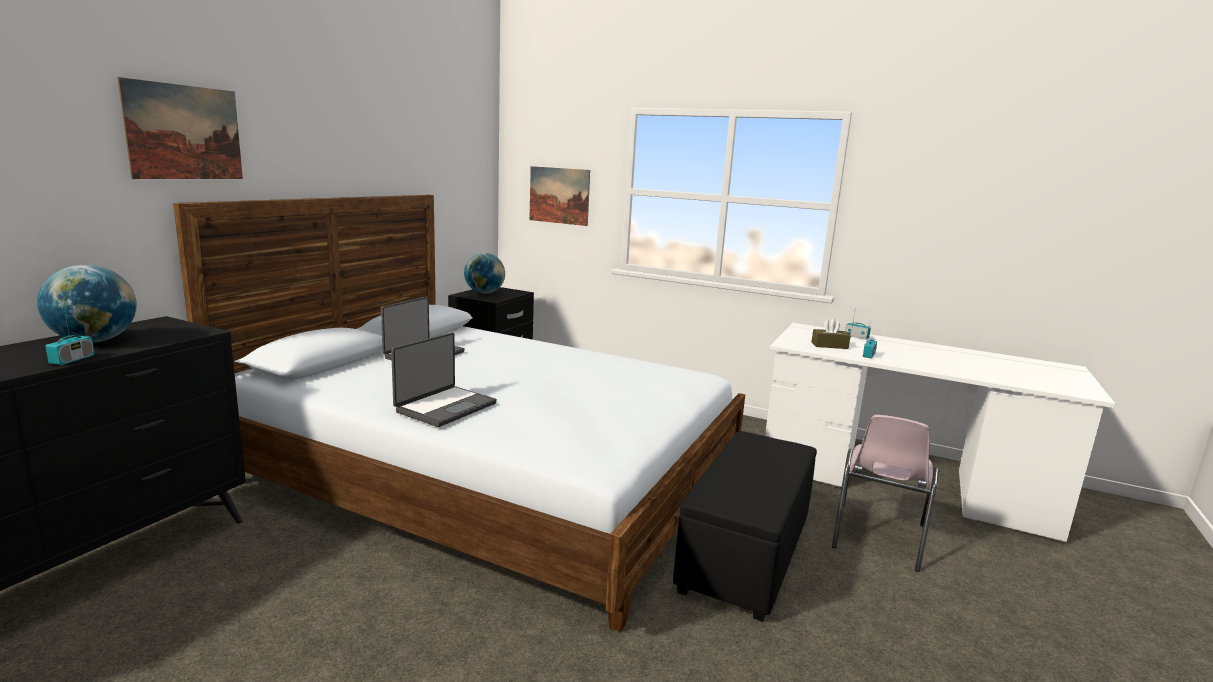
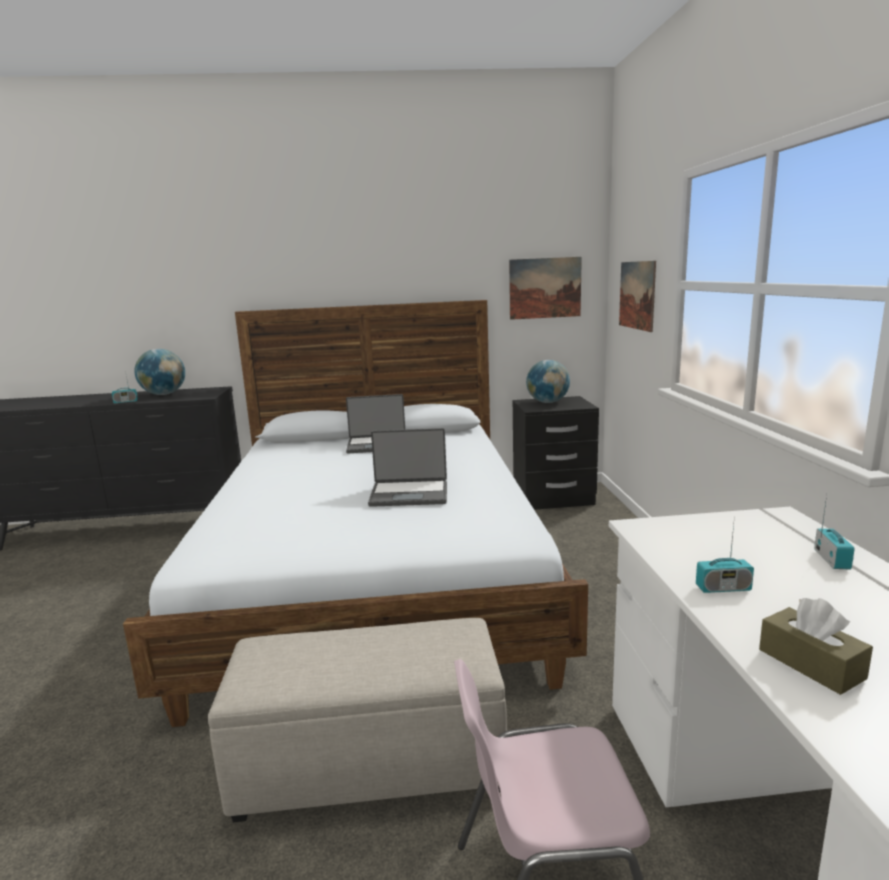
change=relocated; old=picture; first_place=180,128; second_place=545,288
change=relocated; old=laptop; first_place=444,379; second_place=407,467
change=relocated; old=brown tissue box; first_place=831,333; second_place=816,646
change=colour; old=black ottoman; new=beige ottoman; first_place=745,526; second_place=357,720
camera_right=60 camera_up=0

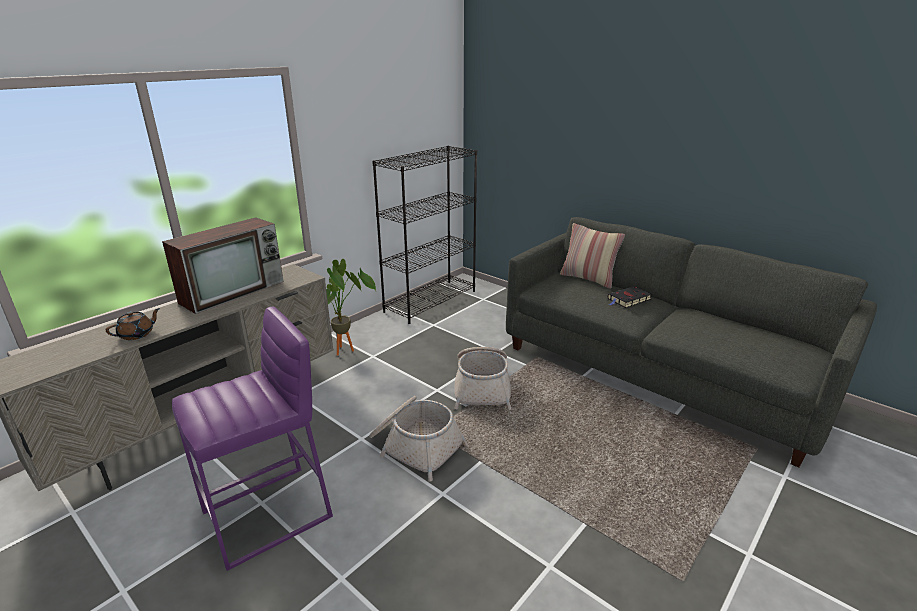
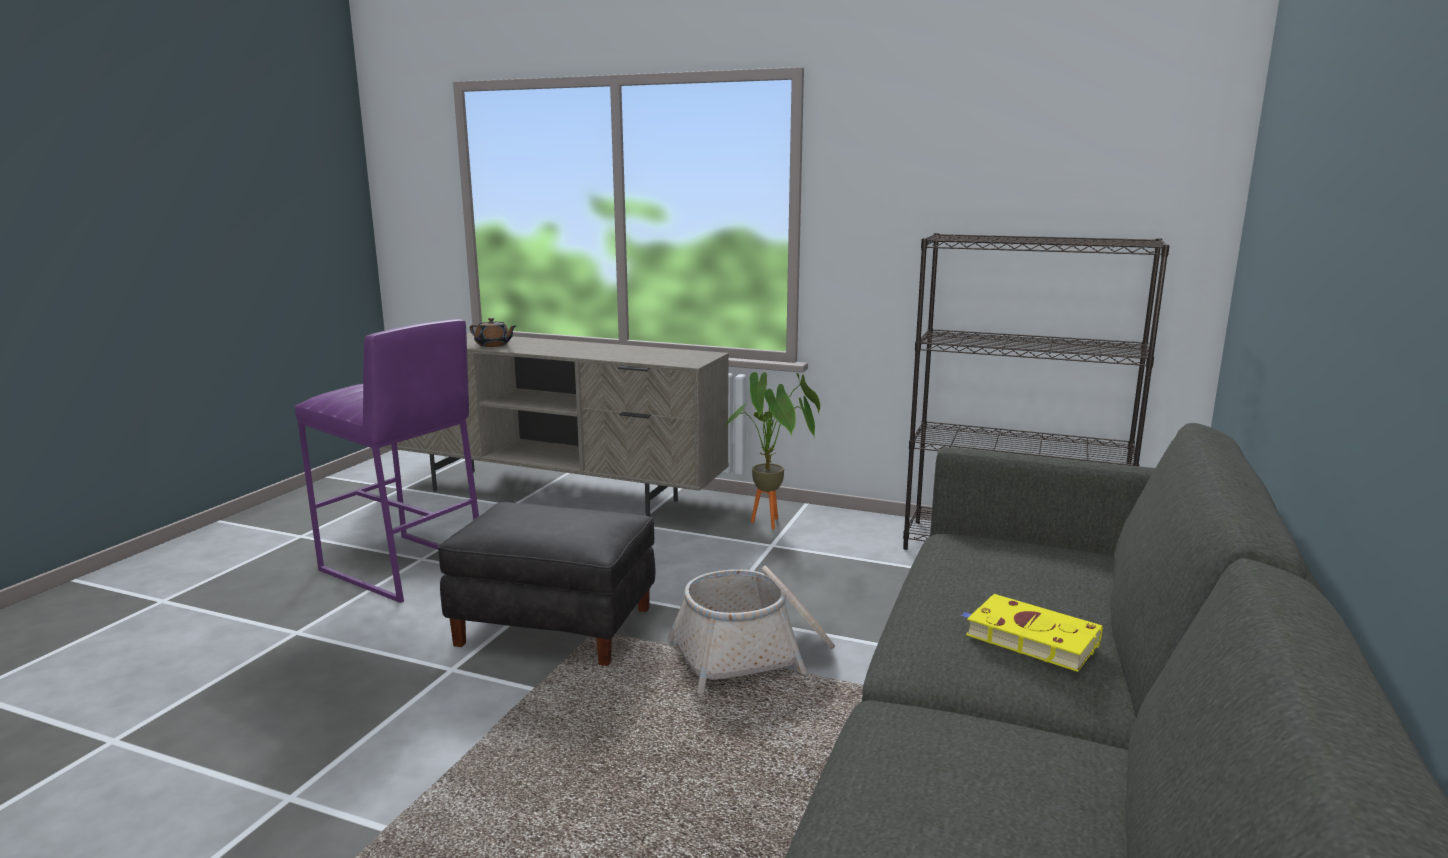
change=missing; old=television; first_place=223,265
change=missing; old=pillow; first_place=592,256
change=exchanged; old=basket; new=black ottoman; first_place=418,439; second_place=546,584
change=colour; old=black book; new=yellow book; first_place=630,297; second_place=1031,633
camera_right=70 camera_up=-10

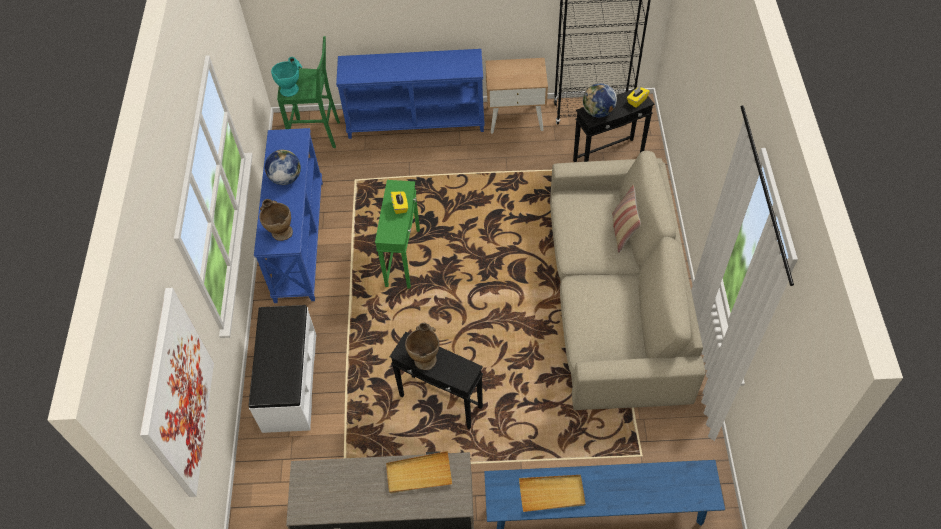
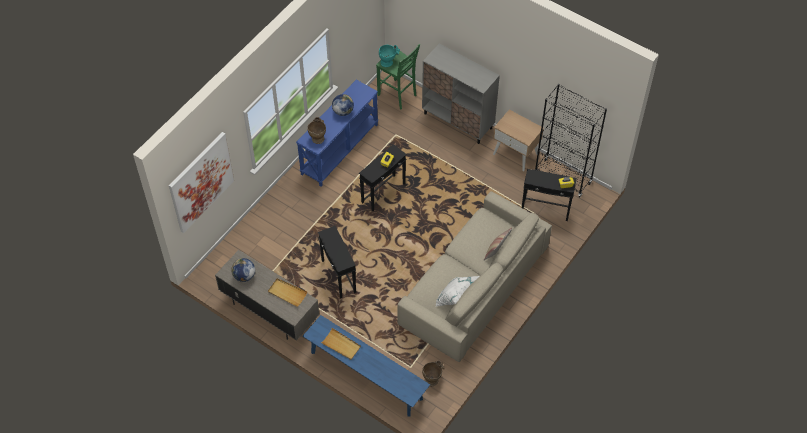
change=missing; old=white bench; first_place=282,369
change=appeared; new=white pillow; second_place=458,291
change=relocated; old=beige vase; first_place=422,346; second_place=433,374
change=relocated; old=globe; first_place=600,100; second_place=243,270
change=exchanged; old=blue console table; new=grey cabinet; first_place=410,94; second_place=461,94
change=colour; old=green side table; new=black side table; first_place=397,234; second_place=383,177
camera_right=35 camera_up=0

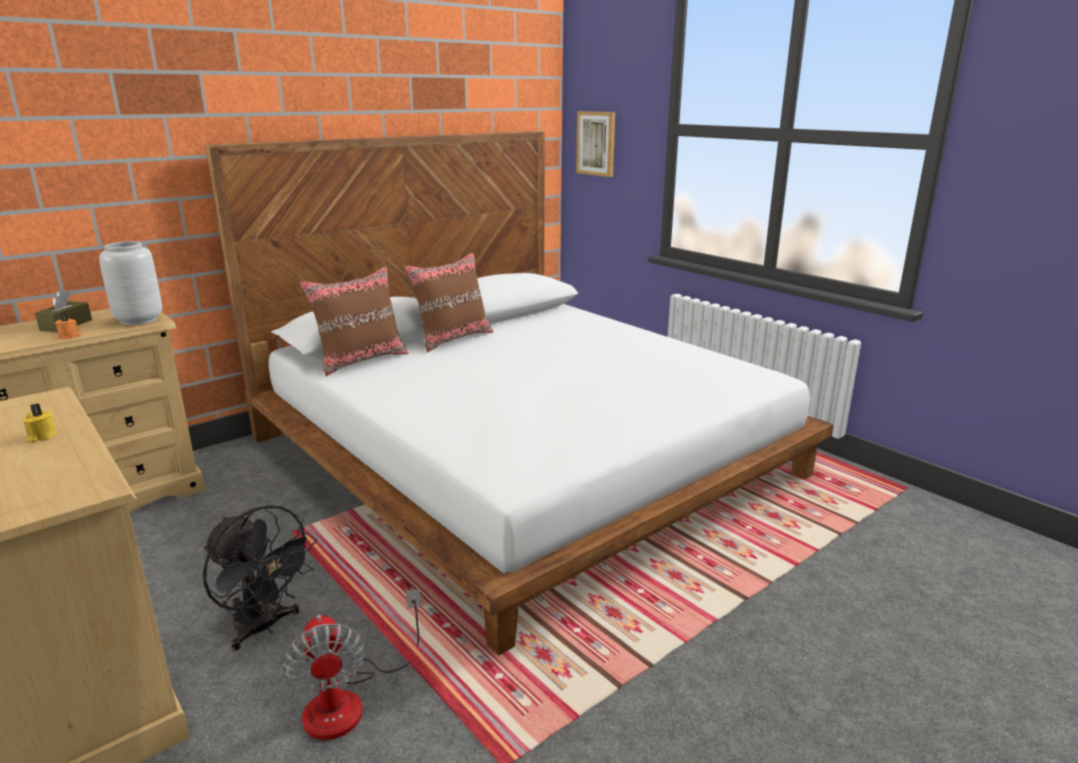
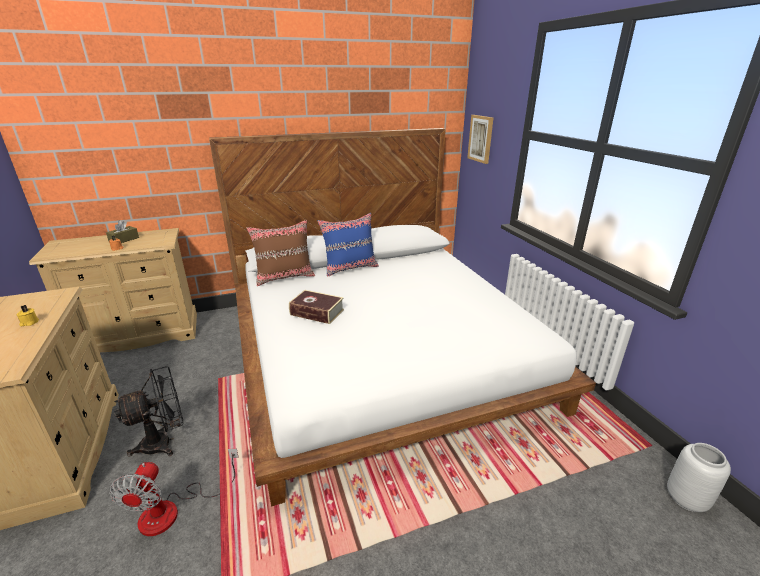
change=appeared; new=book; second_place=316,307
change=relocated; old=grey vase; first_place=130,283; second_place=699,477
change=colour; old=brown pillow; new=blue pillow; first_place=449,302; second_place=348,245
change=spun; old=black fan; first_place=260,578; second_place=148,411; degrees=-90
camera_right=20 camera_up=5

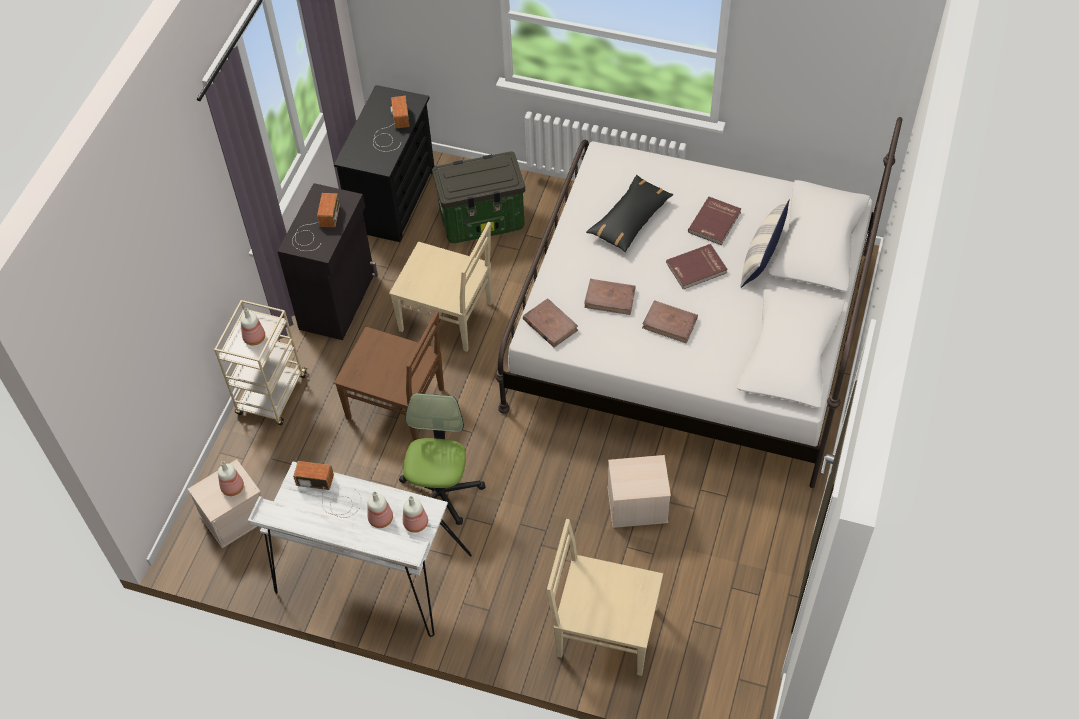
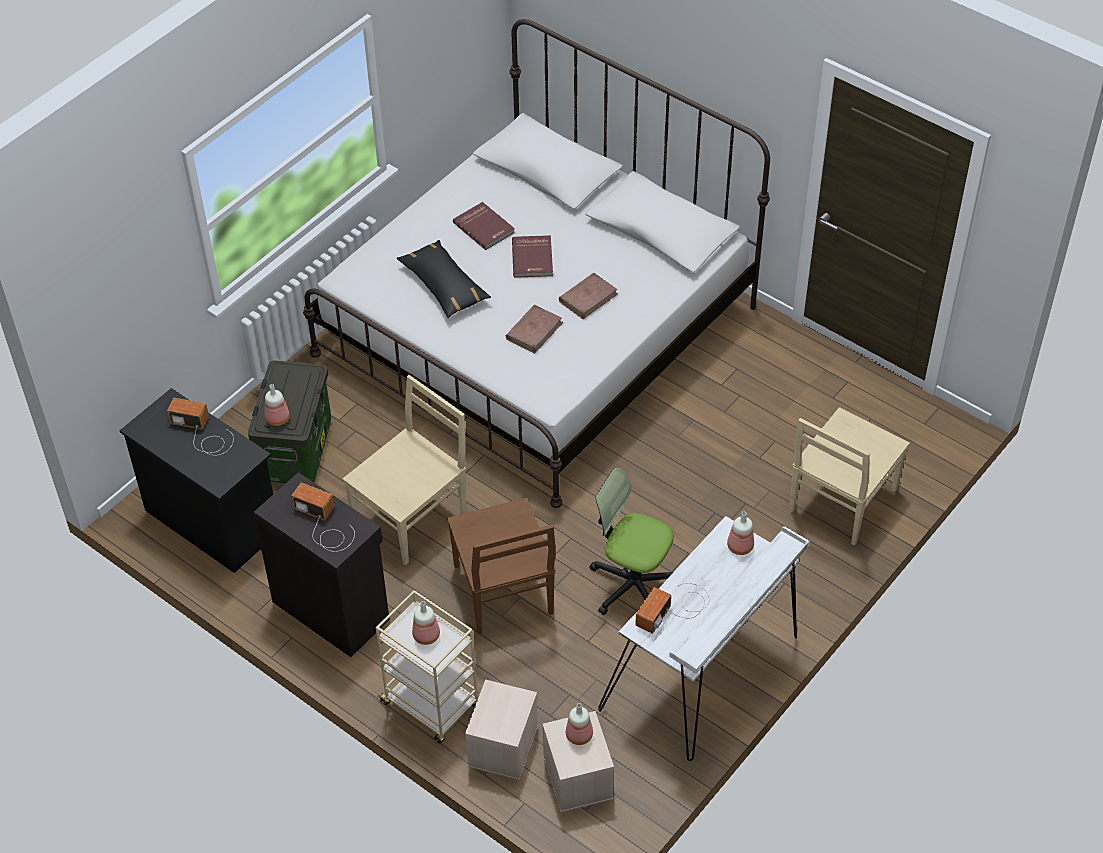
change=missing; old=brown book; first_place=550,322
change=missing; old=pillow; first_place=764,243
change=relocated; old=bottle; first_place=380,509; second_place=277,405
change=relocated; old=beige storage box; first_place=639,491; second_place=501,729
change=spun; old=brown chair; first_place=389,376; second_place=501,566; degrees=120
camera_right=-70 camera_up=-5

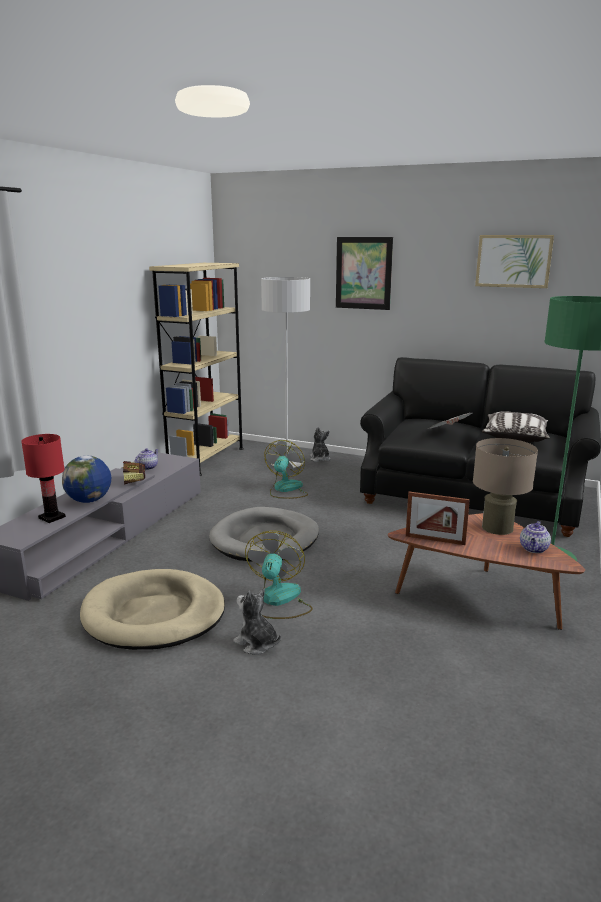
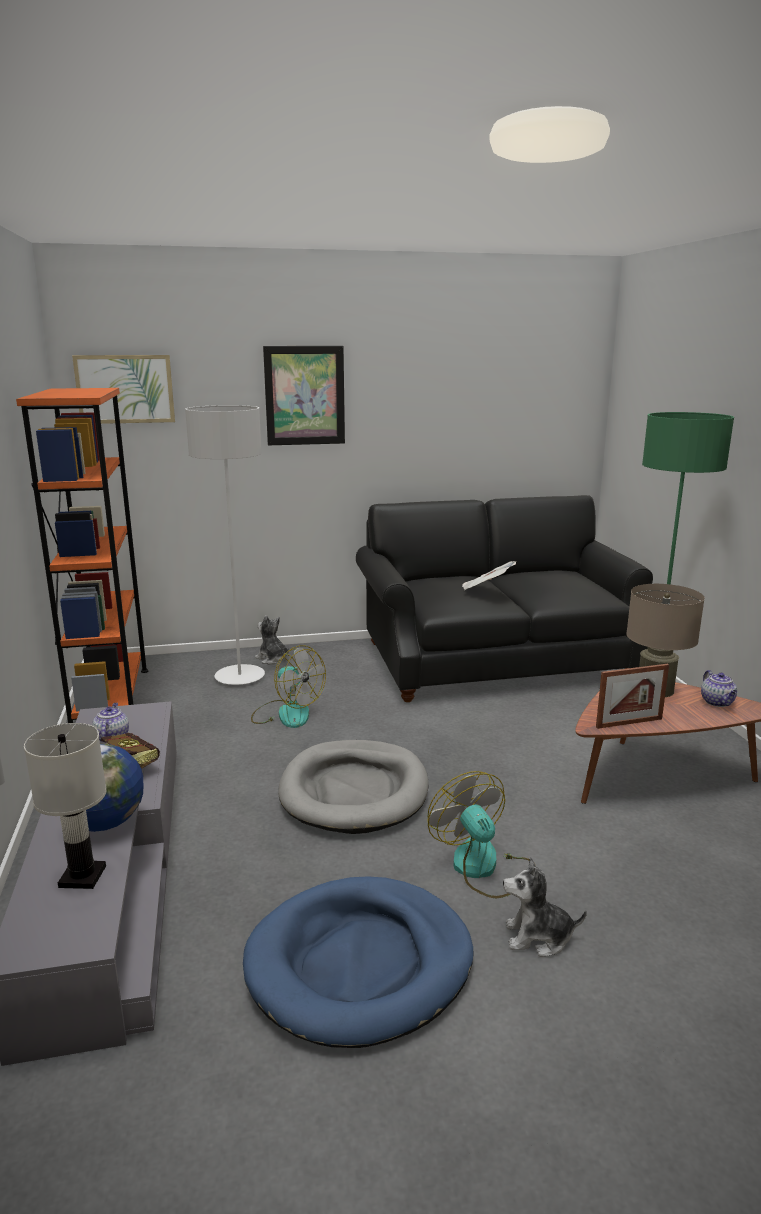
change=missing; old=pillow; first_place=516,426
change=relocated; old=picture; first_place=514,261; second_place=123,389
change=colour; old=red table lamp; new=white table lamp; first_place=43,478; second_place=65,806
change=colour; old=beige dog bed; new=blue dog bed; first_place=152,609; second_place=358,962
change=colour; old=beige bookcase; new=orange bookcase; first_place=196,369; second_place=82,555
change=spun; old=fan; first_place=286,469; second_place=288,686; degrees=150
camera_right=-35 camera_up=0

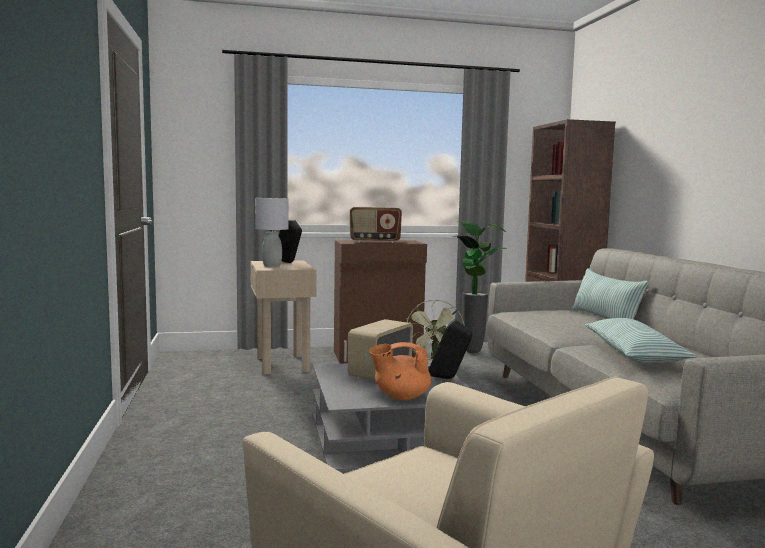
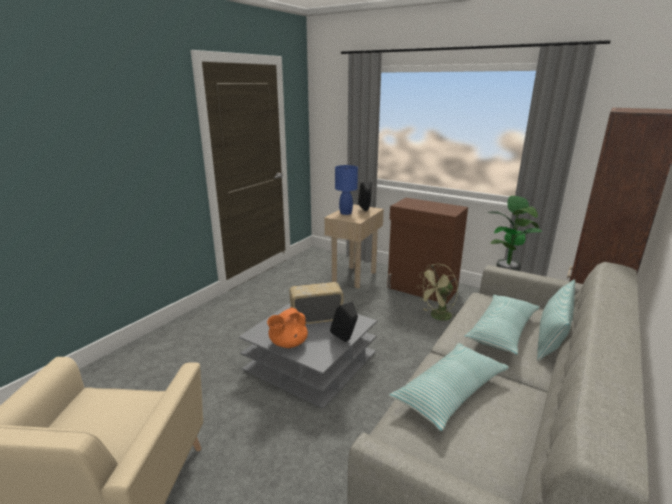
change=missing; old=radio; first_place=375,225
change=appeared; new=pillow; second_place=502,325
change=colour; old=grey table lamp; new=blue table lamp; first_place=271,232; second_place=346,190
change=spun; old=orange teapot; first_place=401,371; second_place=287,327; degrees=-90
camera_right=45 camera_up=15

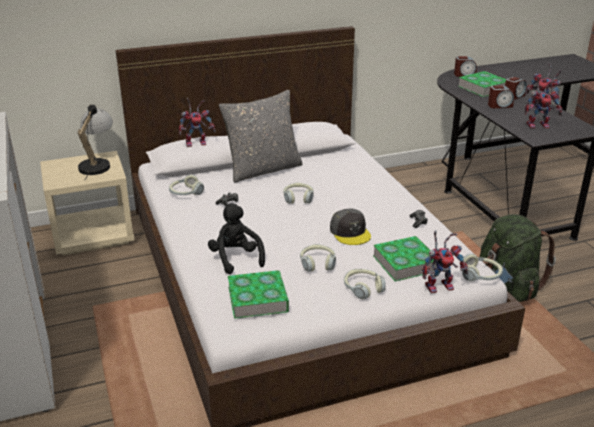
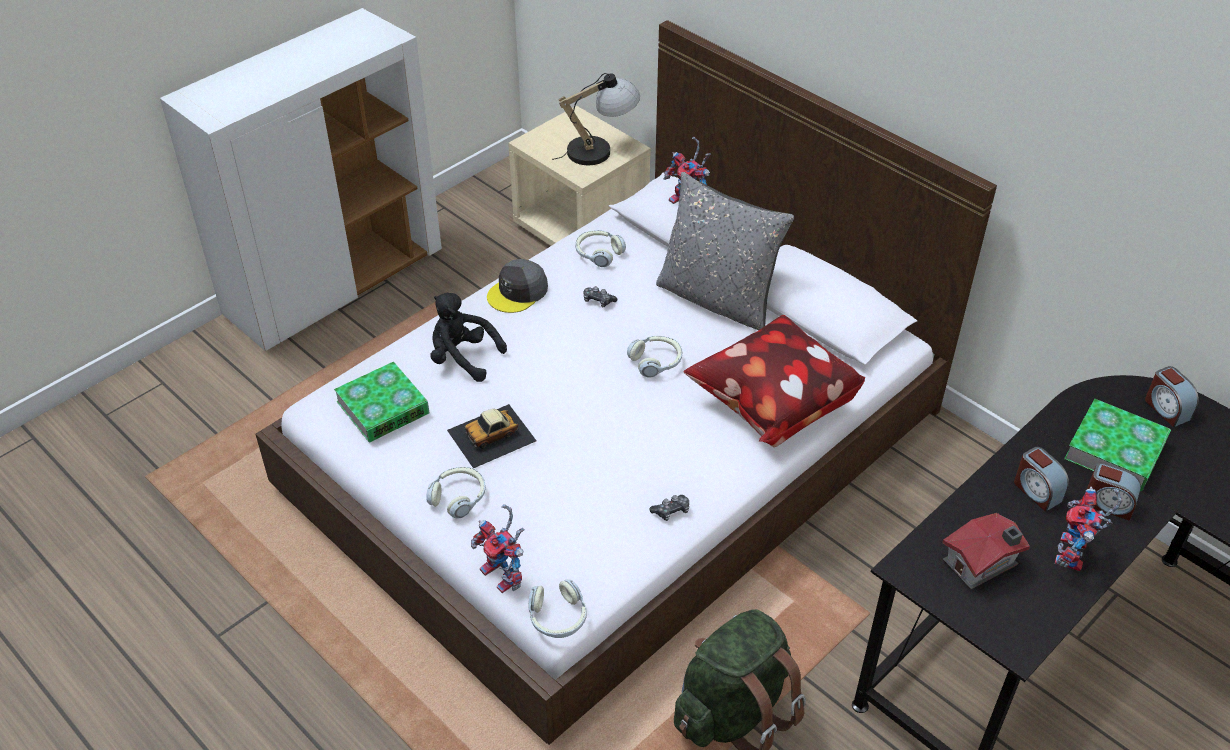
change=missing; old=book; first_place=405,258
change=appeared; new=pillow; second_place=774,381
change=relocated; old=grey cap; first_place=350,226; second_place=517,286
change=exchanged; old=headphones; new=toy car; first_place=318,258; second_place=491,436
change=exchanged; old=toy robot; new=toy house; first_place=543,103; second_place=986,551
change=spun; old=black plush toy; first_place=236,238; second_place=468,337; degrees=-105
camera_right=65 camera_up=15

